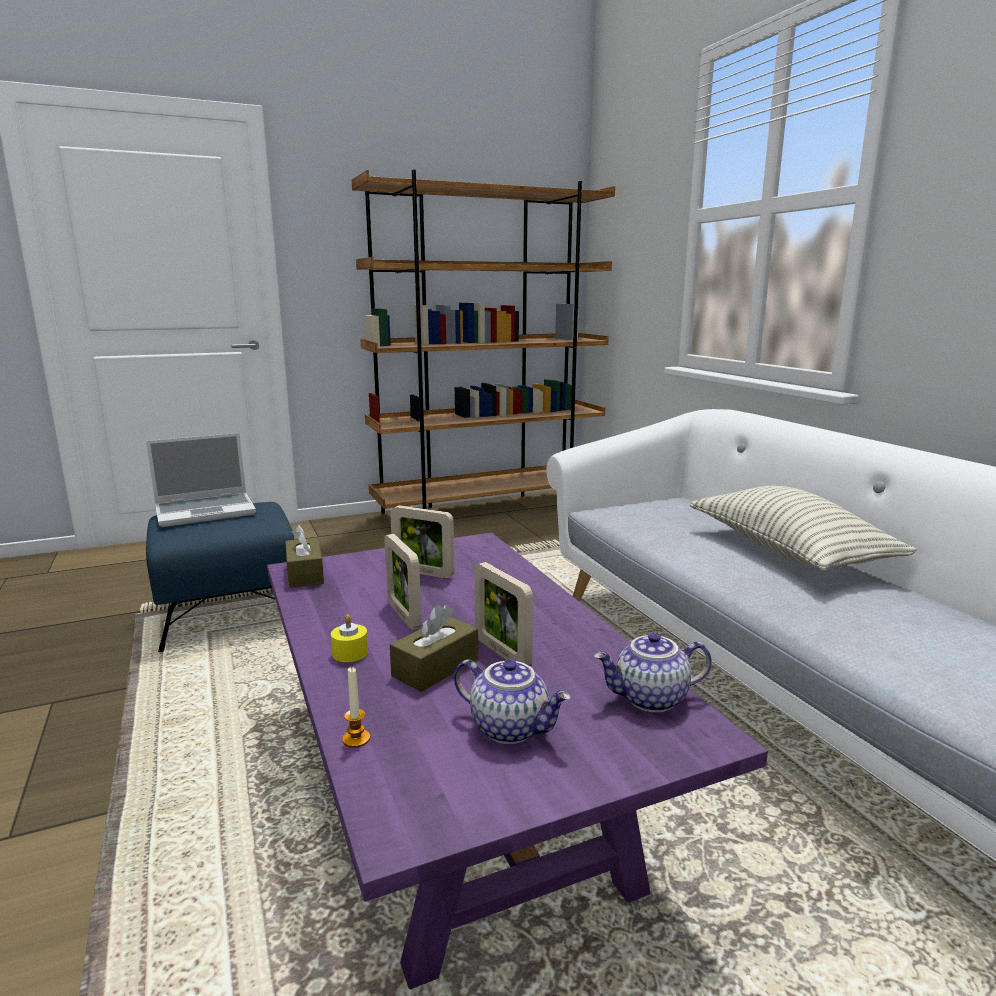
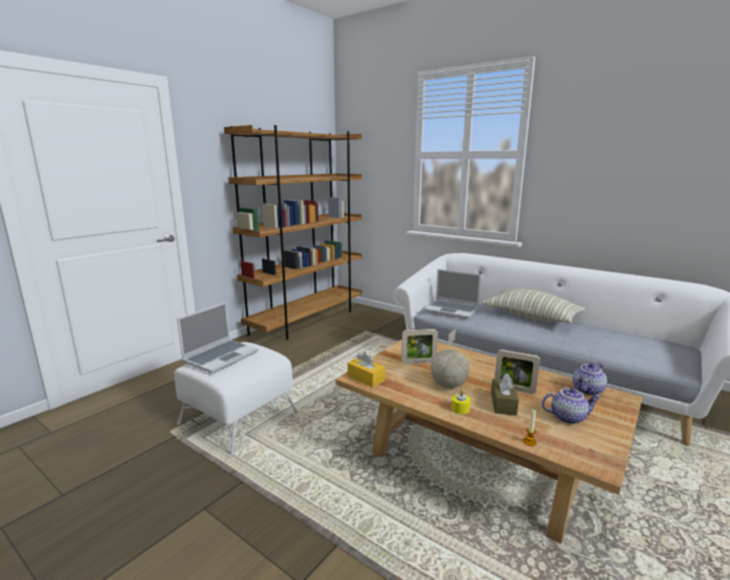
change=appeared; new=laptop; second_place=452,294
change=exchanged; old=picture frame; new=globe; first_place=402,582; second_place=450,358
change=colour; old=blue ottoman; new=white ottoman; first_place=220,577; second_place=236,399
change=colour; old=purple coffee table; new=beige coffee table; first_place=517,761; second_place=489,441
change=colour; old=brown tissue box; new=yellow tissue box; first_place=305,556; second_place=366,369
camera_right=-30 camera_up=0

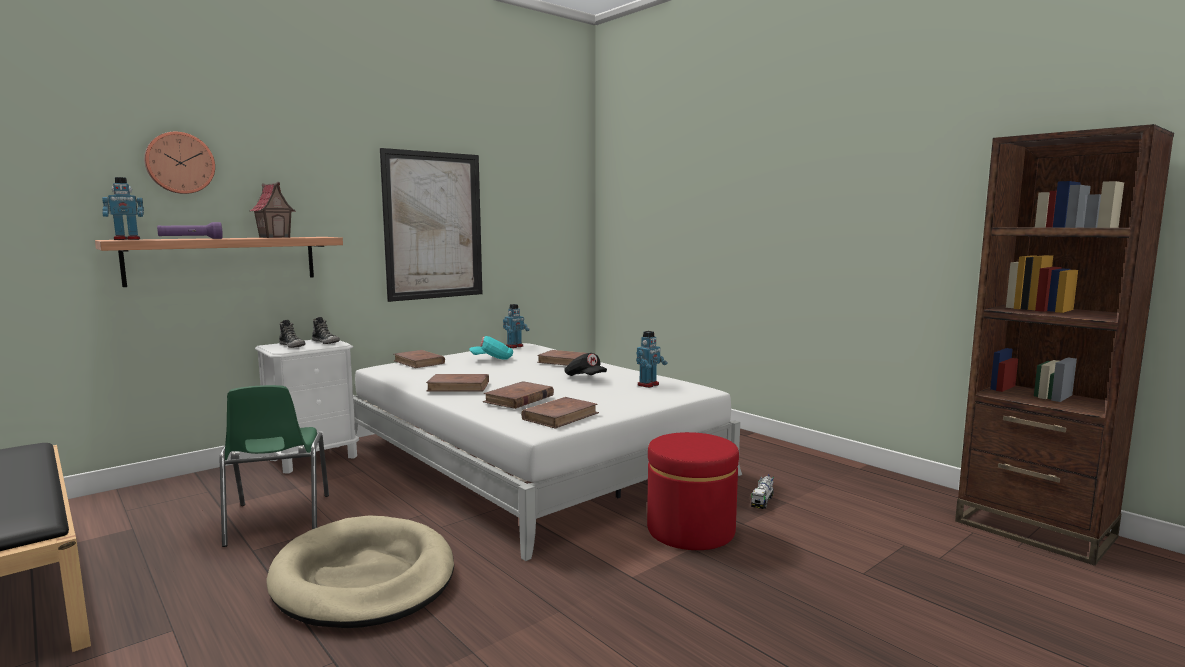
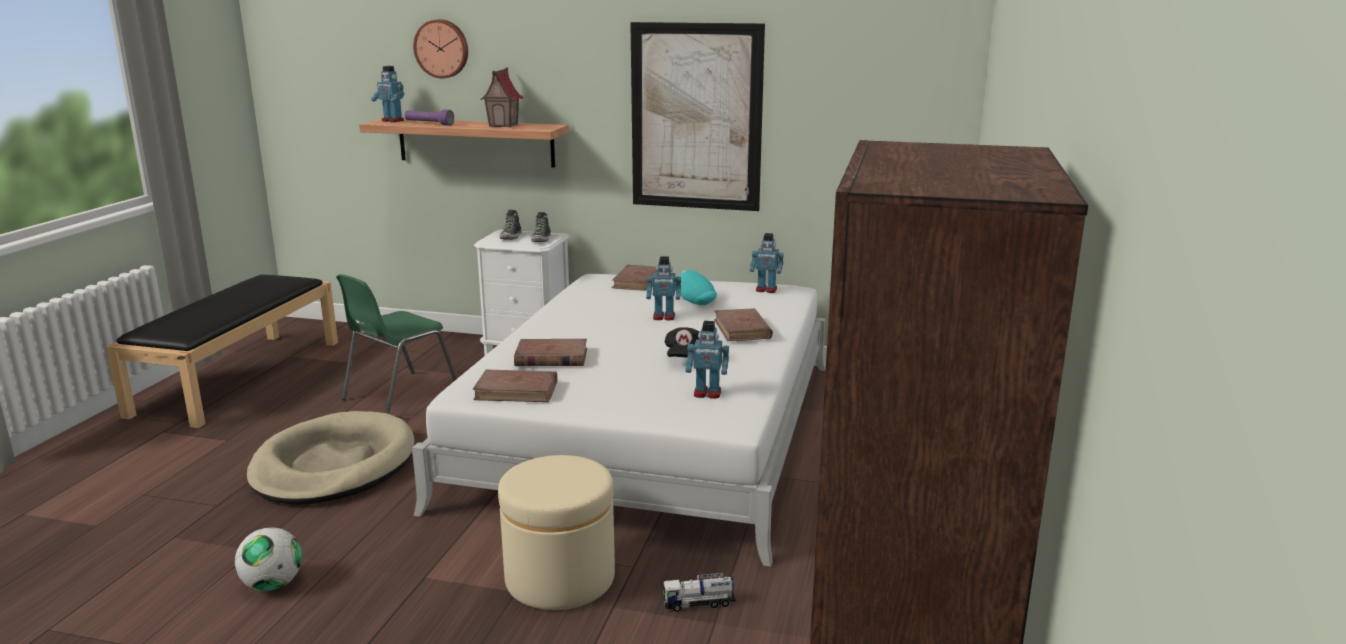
change=missing; old=brown book; first_place=457,382
change=appeared; new=football; second_place=268,559
change=appeared; new=toy robot; second_place=663,288
change=colour; old=red ottoman; new=beige ottoman; first_place=693,491; second_place=556,532
camera_right=55 camera_up=10

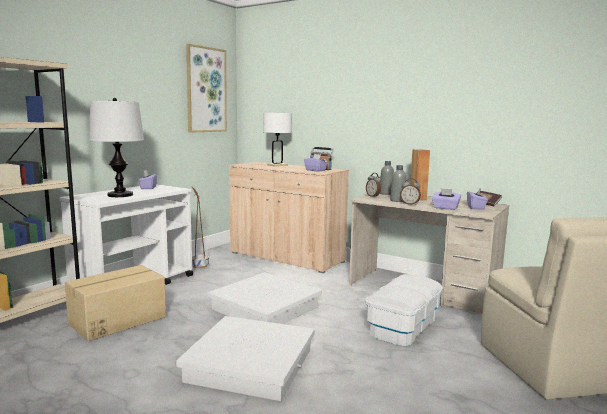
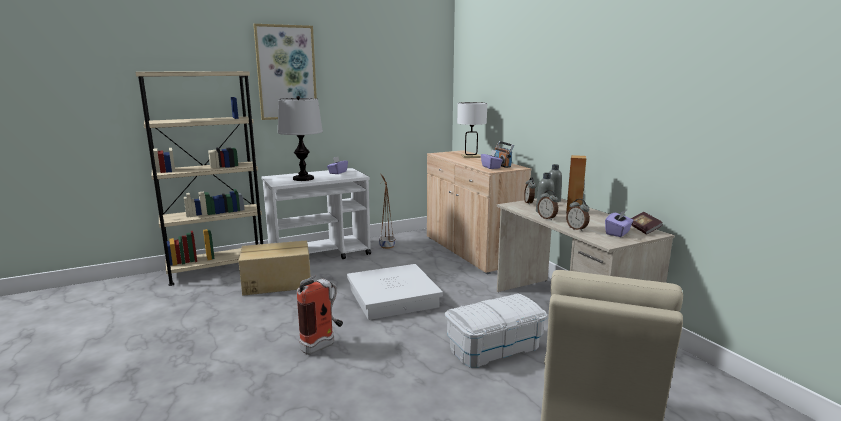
change=relocated; old=picture; first_place=206,88; second_place=285,72
change=exchanged; old=white storage box; new=fire extinguisher; first_place=245,358; second_place=320,315
change=exchanged; old=purple tissue box; new=alarm clock; first_place=446,199; second_place=578,215
camera_right=30 camera_up=5

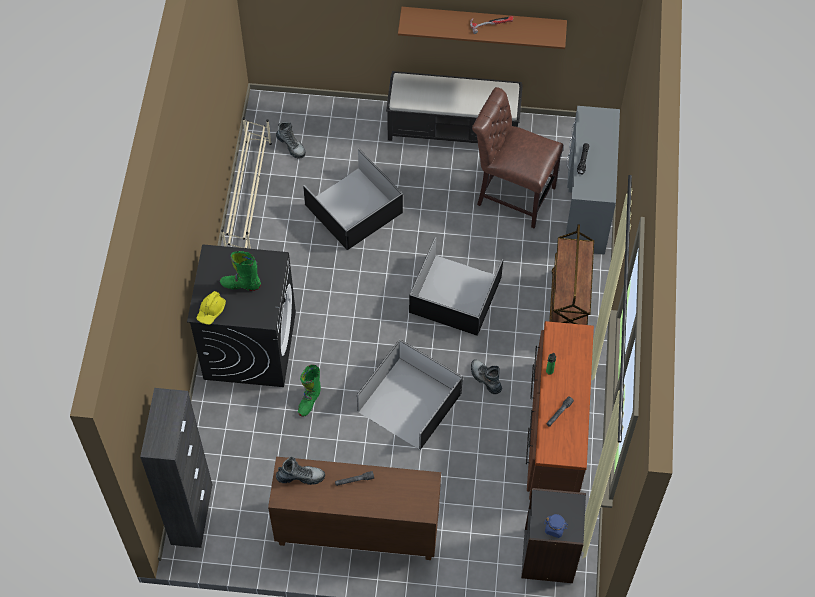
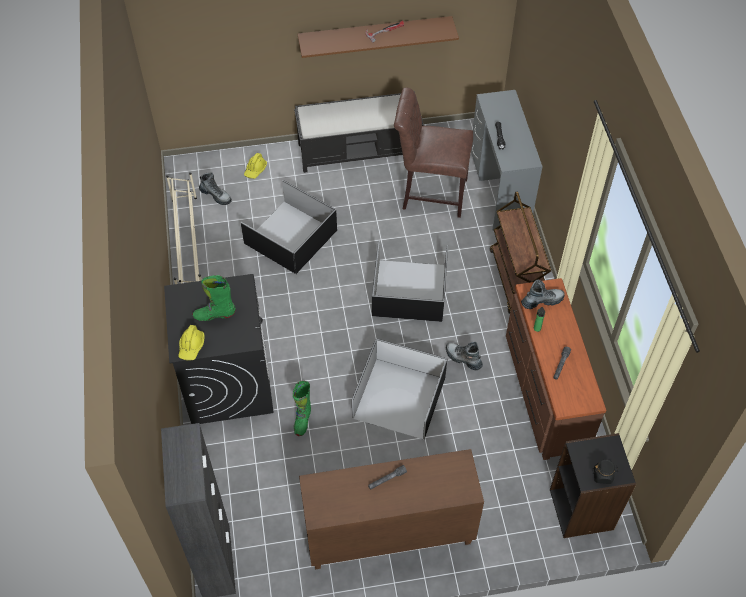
change=appeared; new=yellow hard hat; second_place=255,166
change=relocated; old=boot; first_place=300,471; second_place=543,294
change=colour; old=blue jar; new=black jar; first_place=556,526; second_place=605,472
camera_right=-15 camera_up=-5

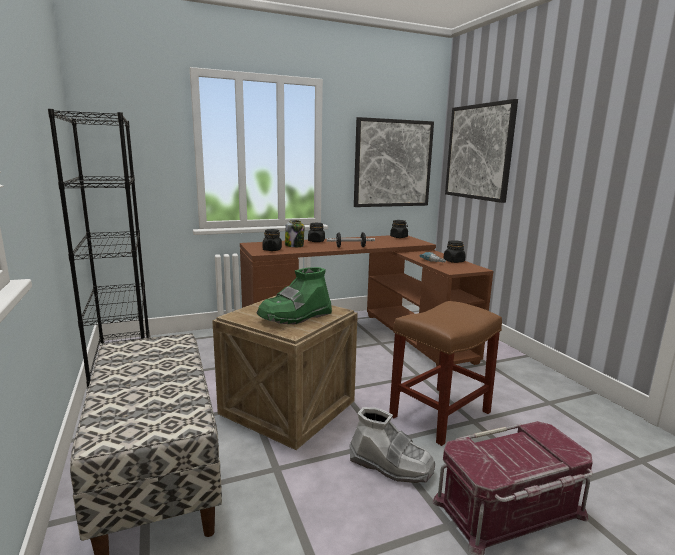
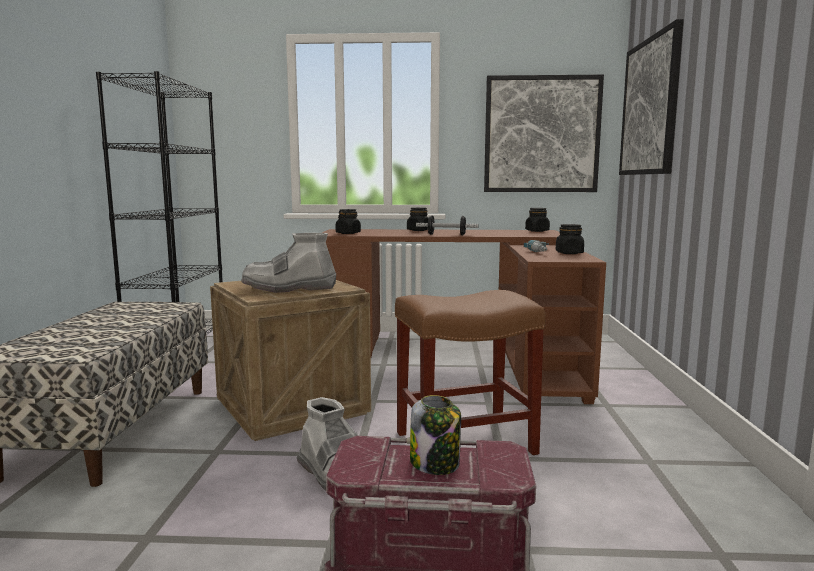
change=relocated; old=jar; first_place=294,233; second_place=435,435
change=colour; old=green boot; new=grey boot; first_place=294,295; second_place=288,263
camera_right=25 camera_up=-5

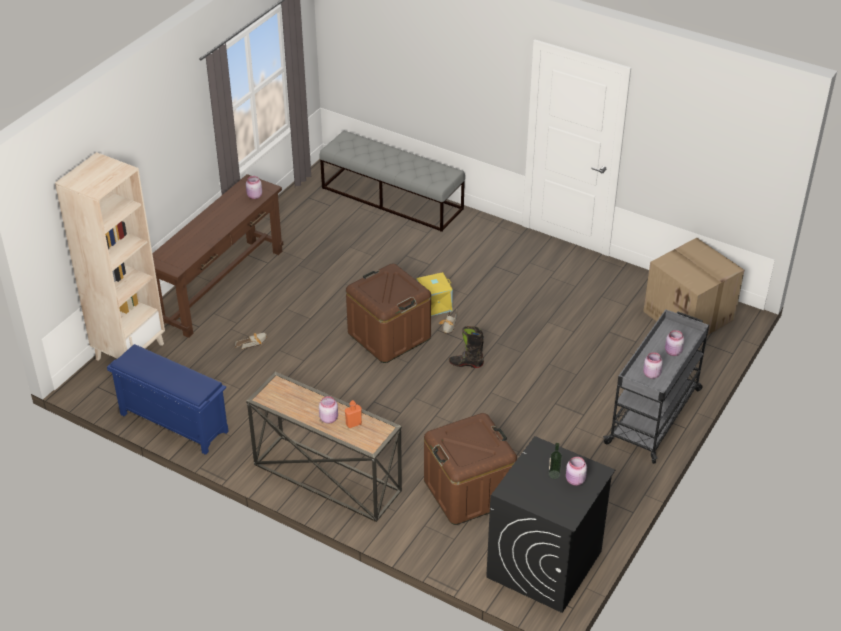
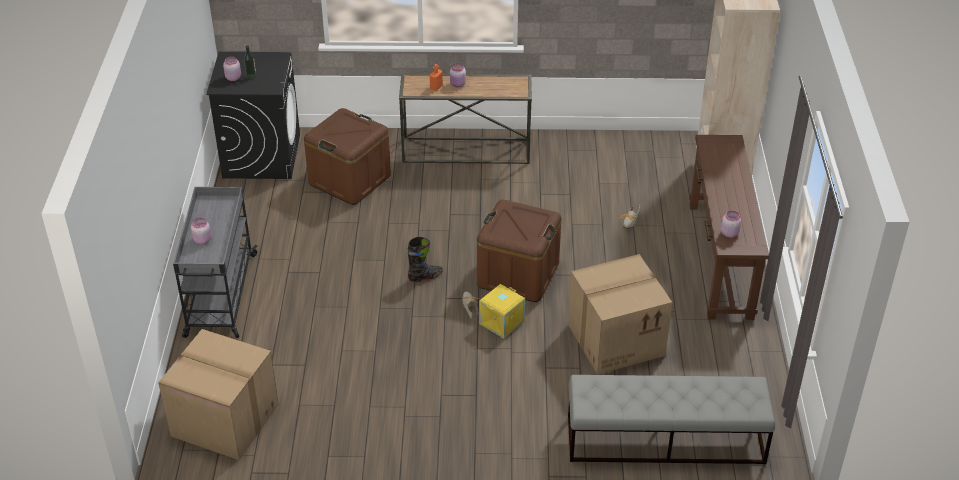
change=missing; old=blue shoe rack; first_place=168,399
change=missing; old=pink jar; first_place=653,365
change=appeared; new=cardboard box; second_place=620,314
camera_right=150 camera_up=0

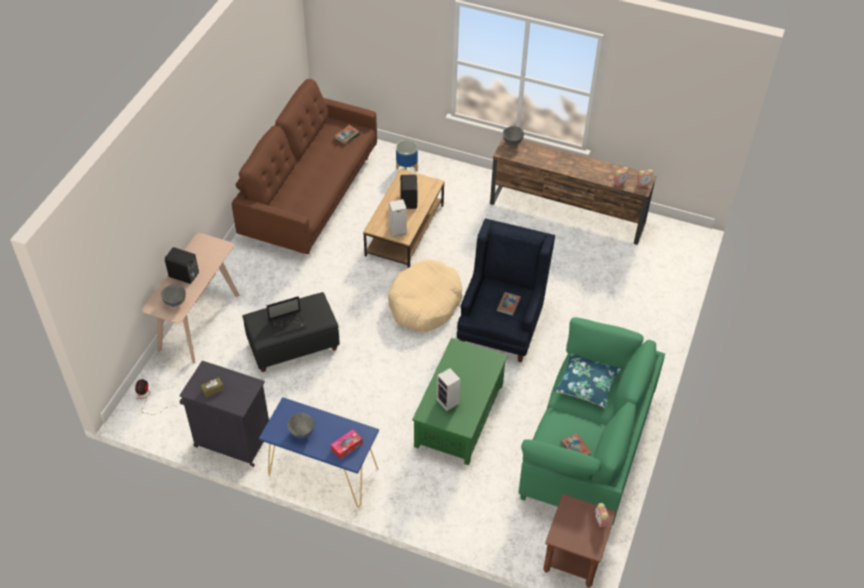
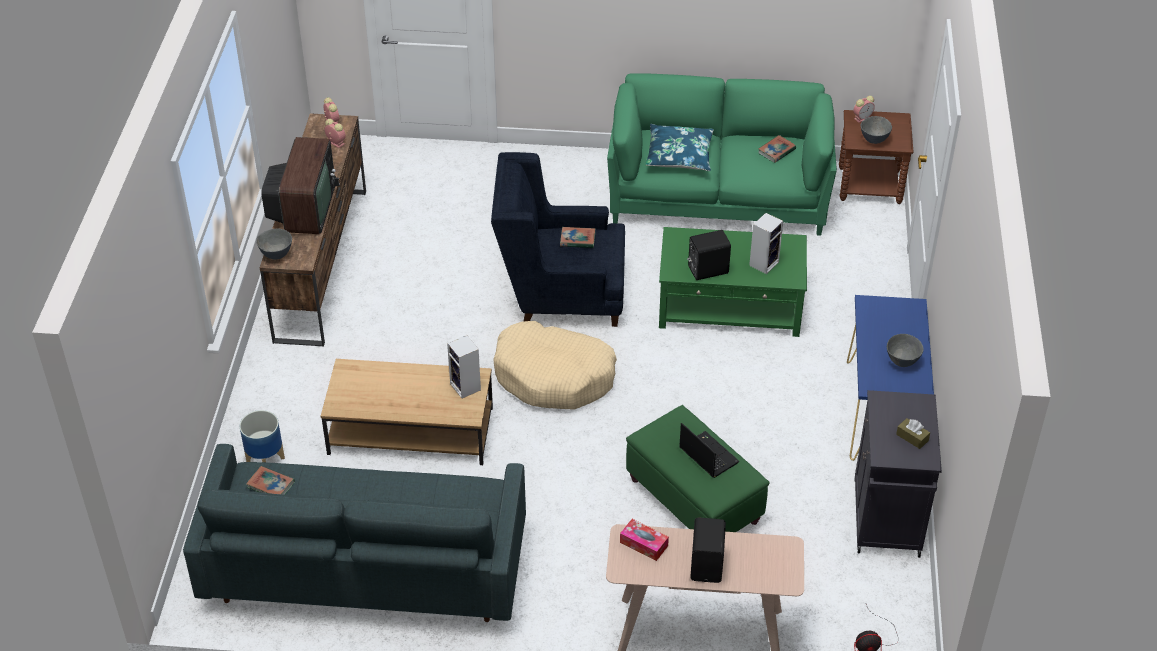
change=appeared; new=television; second_place=300,185
change=relocated; old=grey bowl; first_place=173,295; second_place=876,130
change=relocated; old=tissue box; first_place=347,444; second_place=644,540
change=relocated; old=black speaker; first_place=408,192; second_place=709,255
change=colour; old=brown sofa; new=grey sofa; first_place=304,166; second_place=354,533
change=colour; old=black ottoman; new=green ottoman; first_place=291,332; second_place=698,468
camera_right=-105 camera_up=-5

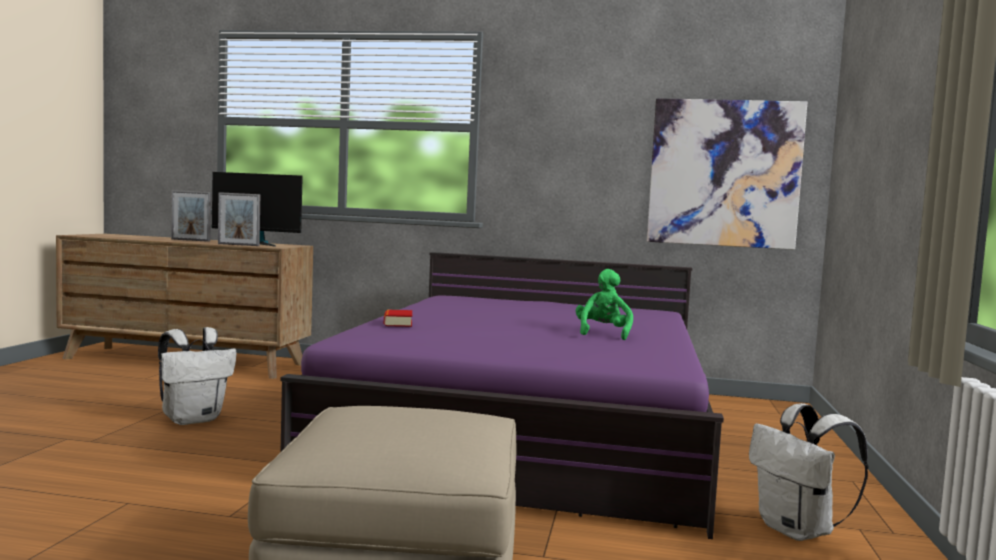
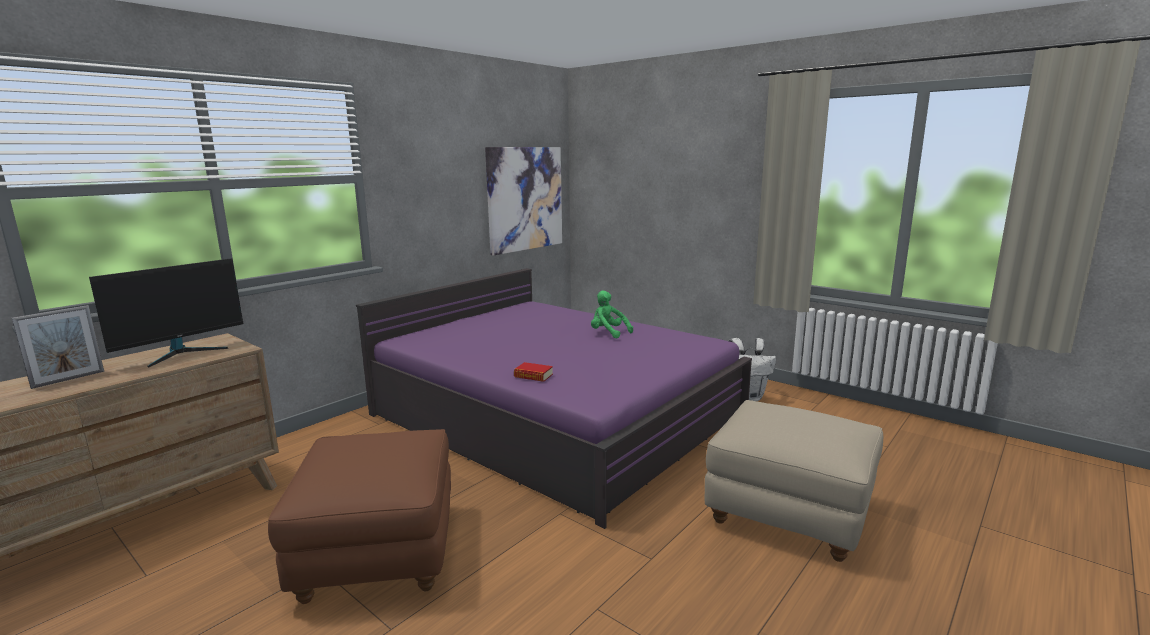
change=missing; old=picture frame; first_place=239,219
change=exchanged; old=white backpack; new=brown ottoman; first_place=197,376; second_place=359,516
camera_right=-60 camera_up=10

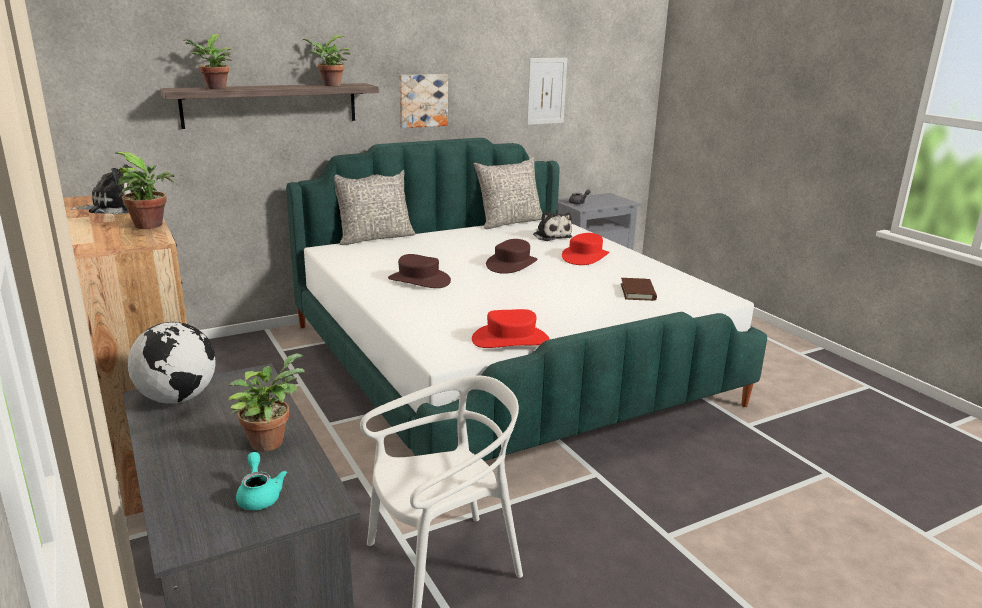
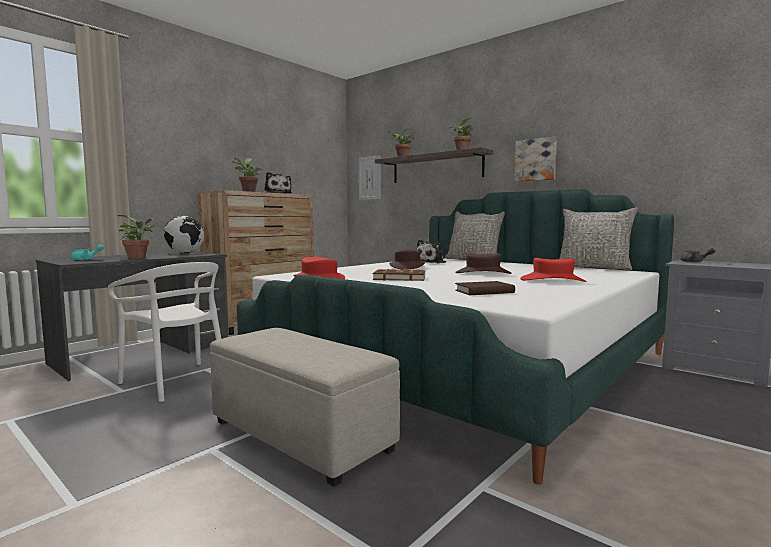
change=appeared; new=beige ottoman; second_place=305,407
change=appeared; new=brown book; second_place=399,275
change=relocated; old=picture; first_place=547,91; second_place=369,177
change=relocated; old=plush toy; first_place=552,226; second_place=431,251
camera_right=70 camera_up=-15

